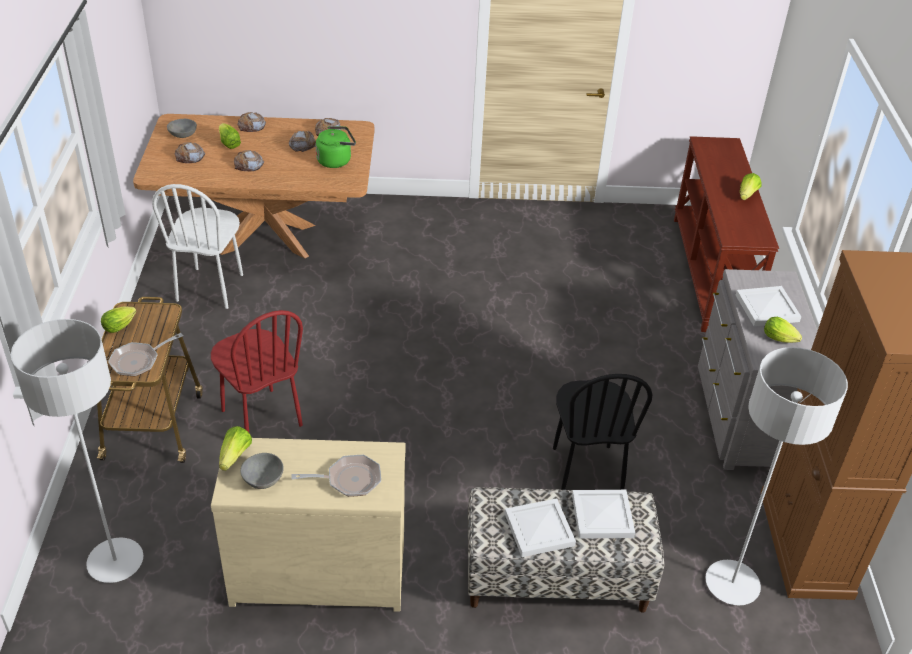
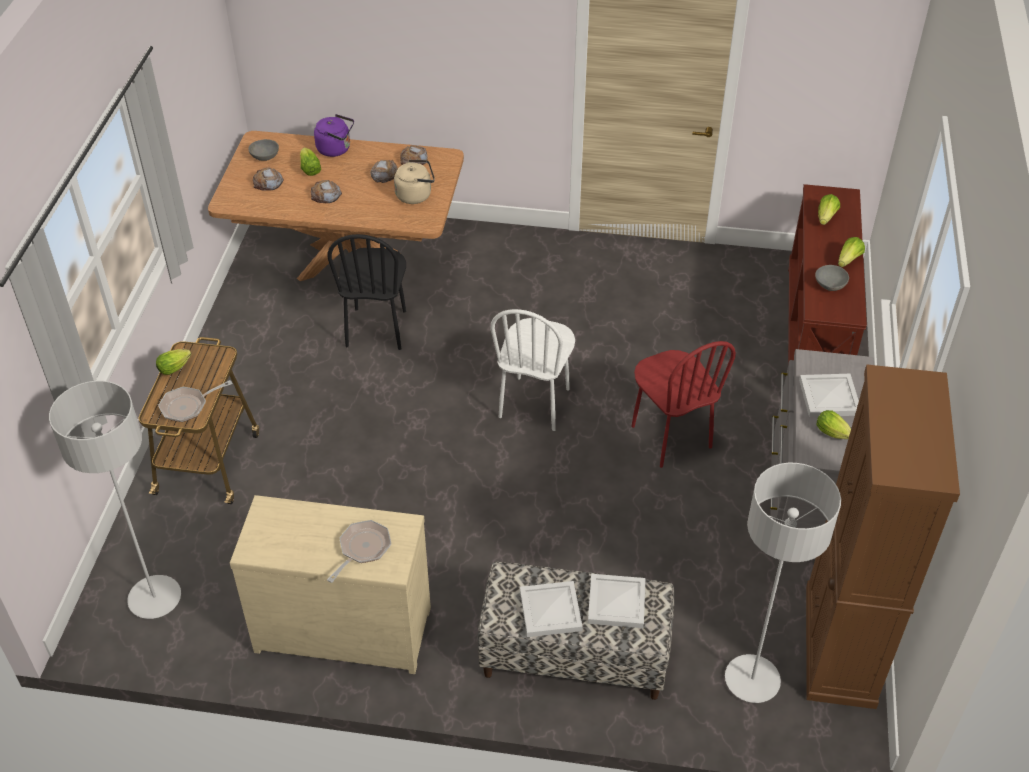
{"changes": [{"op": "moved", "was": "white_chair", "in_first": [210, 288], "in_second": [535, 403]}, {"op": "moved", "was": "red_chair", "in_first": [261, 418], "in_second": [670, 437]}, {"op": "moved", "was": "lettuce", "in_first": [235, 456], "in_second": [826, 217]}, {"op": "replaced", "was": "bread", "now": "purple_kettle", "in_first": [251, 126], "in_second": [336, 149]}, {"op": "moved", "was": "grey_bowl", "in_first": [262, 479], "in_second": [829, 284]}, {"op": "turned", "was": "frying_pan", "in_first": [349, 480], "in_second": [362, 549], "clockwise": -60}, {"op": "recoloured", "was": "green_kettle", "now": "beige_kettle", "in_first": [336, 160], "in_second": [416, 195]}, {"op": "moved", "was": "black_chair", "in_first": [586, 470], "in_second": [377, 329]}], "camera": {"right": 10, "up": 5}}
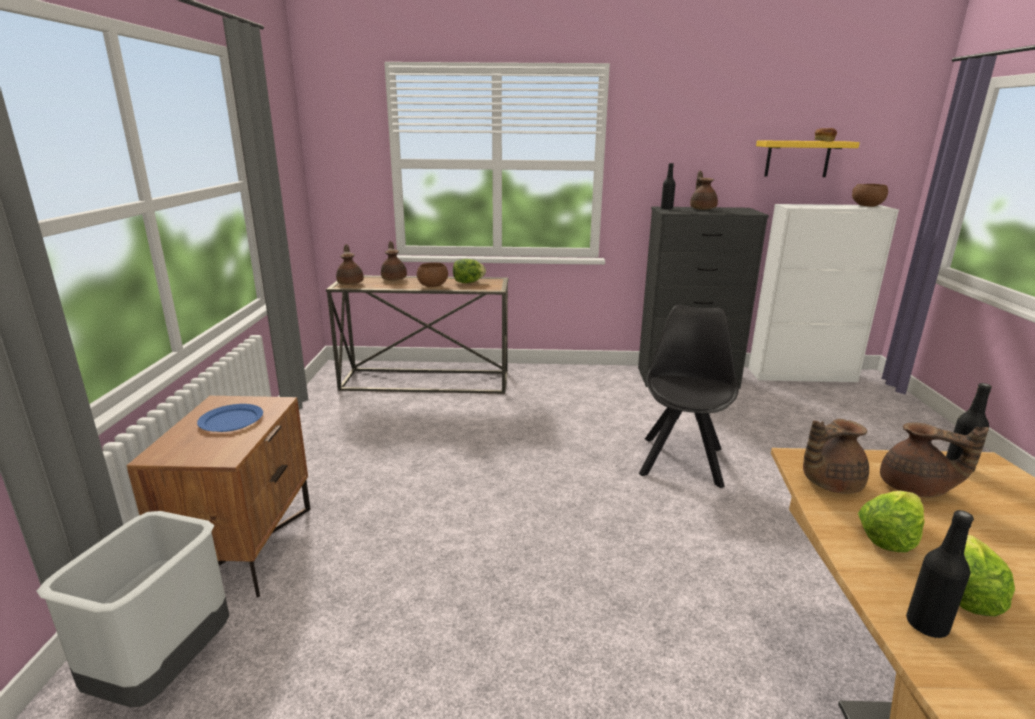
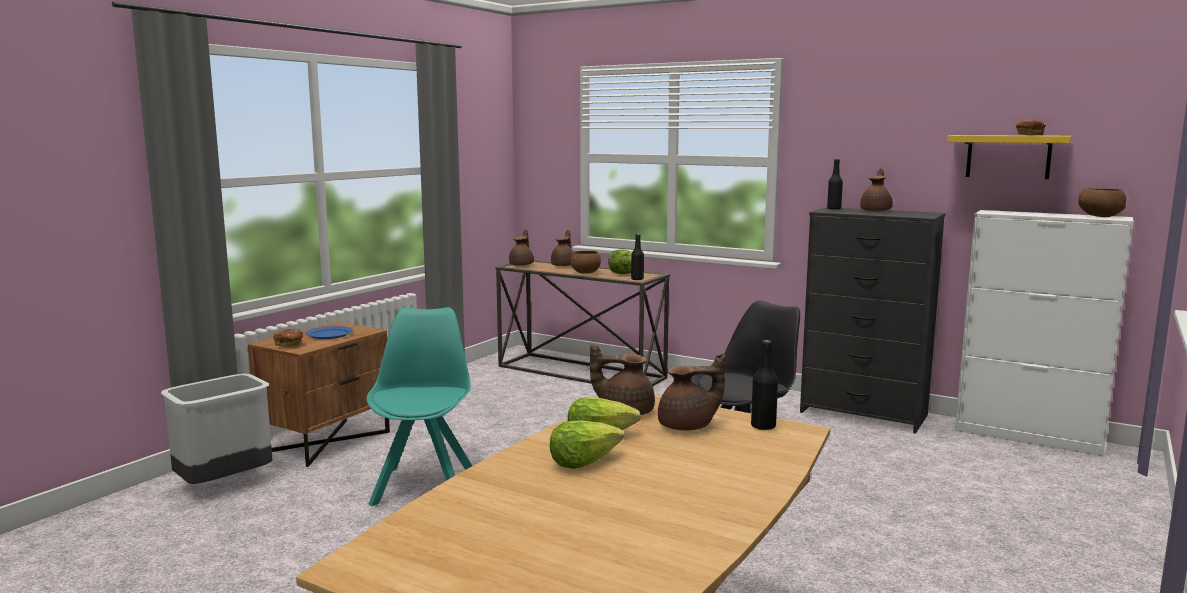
{"changes": [{"op": "turned", "was": "brown_teapot", "in_first": [915, 489], "in_second": [688, 426], "clockwise": -75}, {"op": "moved", "was": "black_bottle", "in_first": [926, 625], "in_second": [637, 279]}, {"op": "added", "now": "bread", "in_second": [289, 345]}, {"op": "added", "now": "turquoise_chair", "in_second": [425, 484]}], "camera": {"right": 30, "up": -10}}
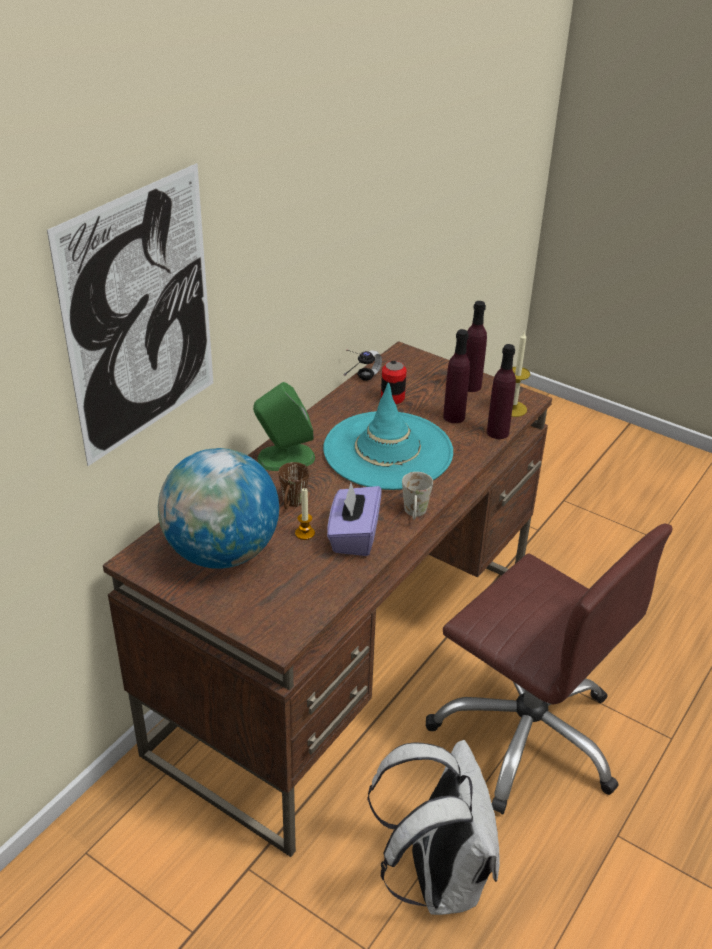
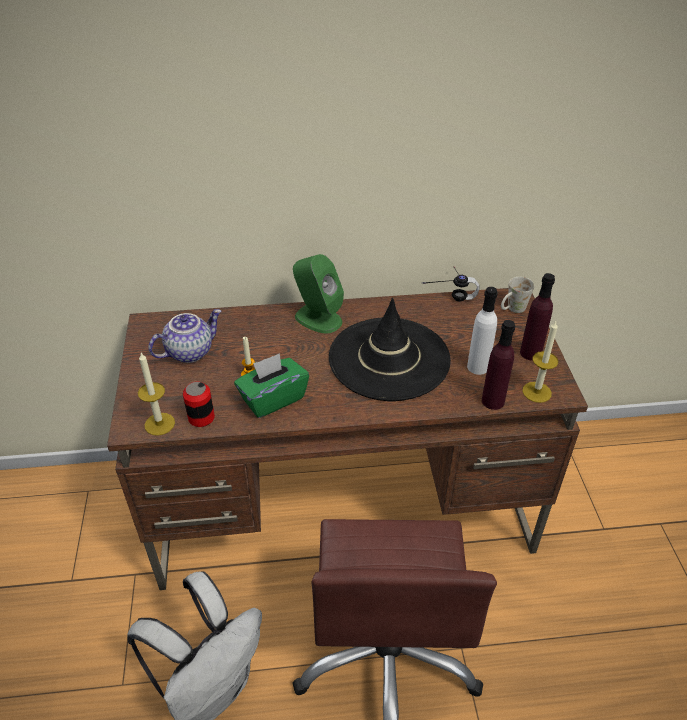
{"changes": [{"op": "removed", "was": "picture", "in_first": [141, 316]}, {"op": "replaced", "was": "globe", "now": "teapot", "in_first": [222, 553], "in_second": [189, 351]}, {"op": "removed", "was": "brown_mug", "in_first": [292, 504]}, {"op": "recoloured", "was": "turquoise_hat", "now": "black_hat", "in_first": [388, 451], "in_second": [389, 359]}, {"op": "recoloured", "was": "purple_tissue_box", "now": "green_tissue_box", "in_first": [353, 536], "in_second": [273, 398]}, {"op": "moved", "was": "can", "in_first": [392, 398], "in_second": [201, 418]}, {"op": "moved", "was": "white_mug", "in_first": [415, 514], "in_second": [512, 310]}, {"op": "recoloured", "was": "purple_bottle", "now": "white_bottle", "in_first": [454, 417], "in_second": [478, 367]}, {"op": "added", "now": "candle", "in_second": [159, 424]}], "camera": {"right": 50, "up": 5}}
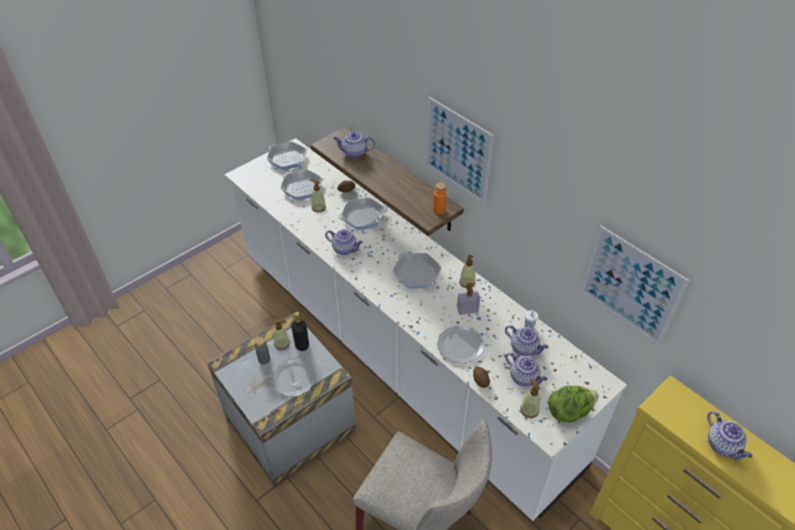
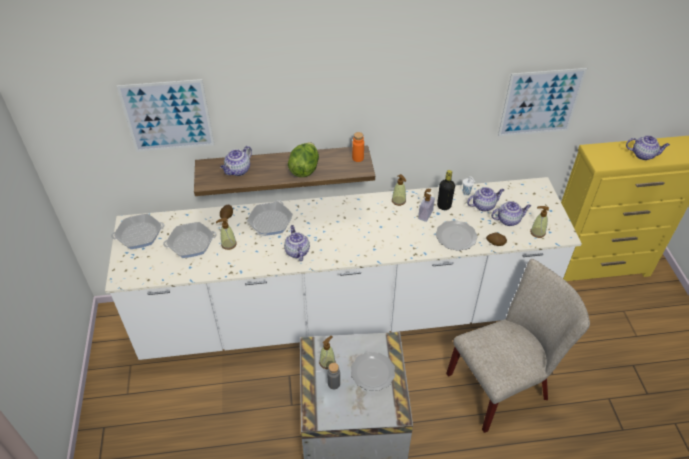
{"changes": [{"op": "moved", "was": "black_bottle", "in_first": [302, 345], "in_second": [444, 206]}, {"op": "turned", "was": "teapot", "in_first": [345, 249], "in_second": [297, 251], "clockwise": -75}, {"op": "removed", "was": "frying_pan", "in_first": [416, 274]}, {"op": "moved", "was": "picture", "in_first": [457, 151], "in_second": [168, 116]}, {"op": "moved", "was": "lettuce", "in_first": [569, 411], "in_second": [304, 169]}], "camera": {"right": -55, "up": 0}}
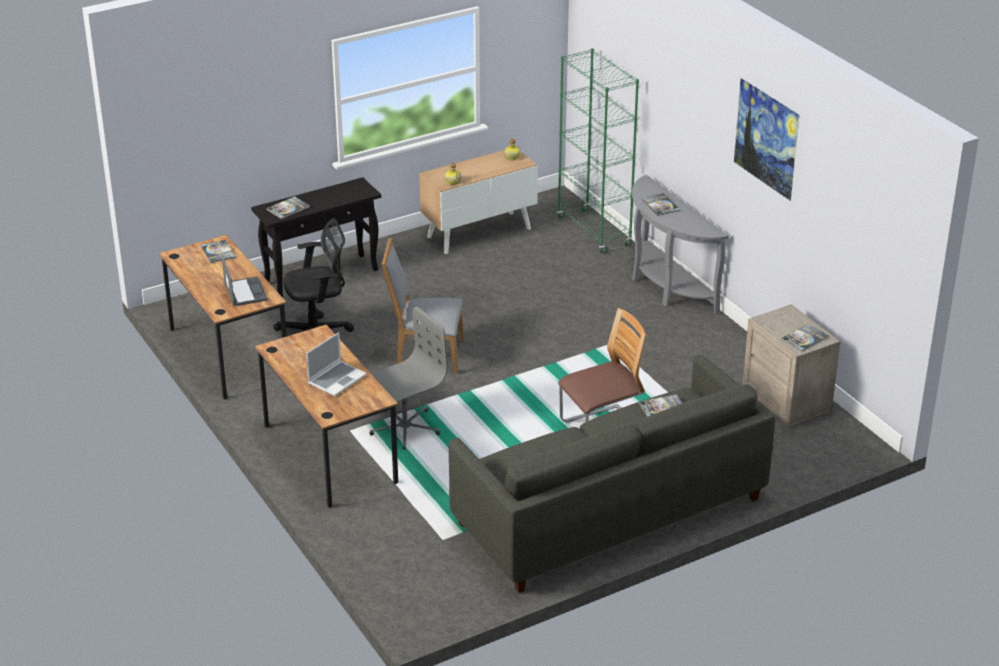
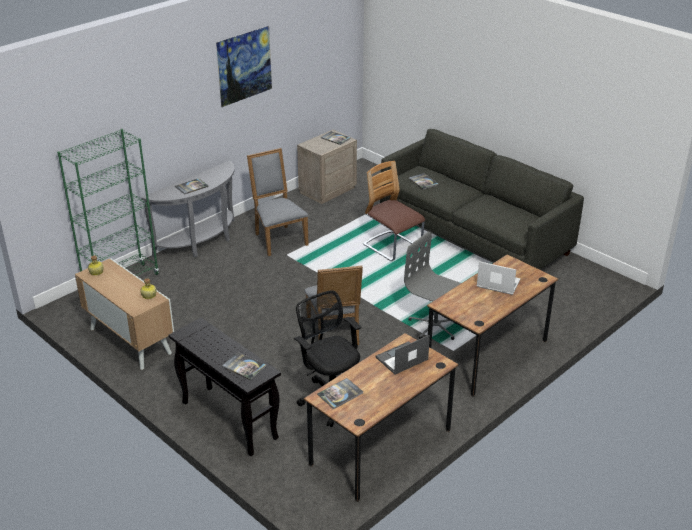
{"changes": [{"op": "added", "now": "grey_chair", "in_second": [278, 238]}], "camera": {"right": -105, "up": 0}}
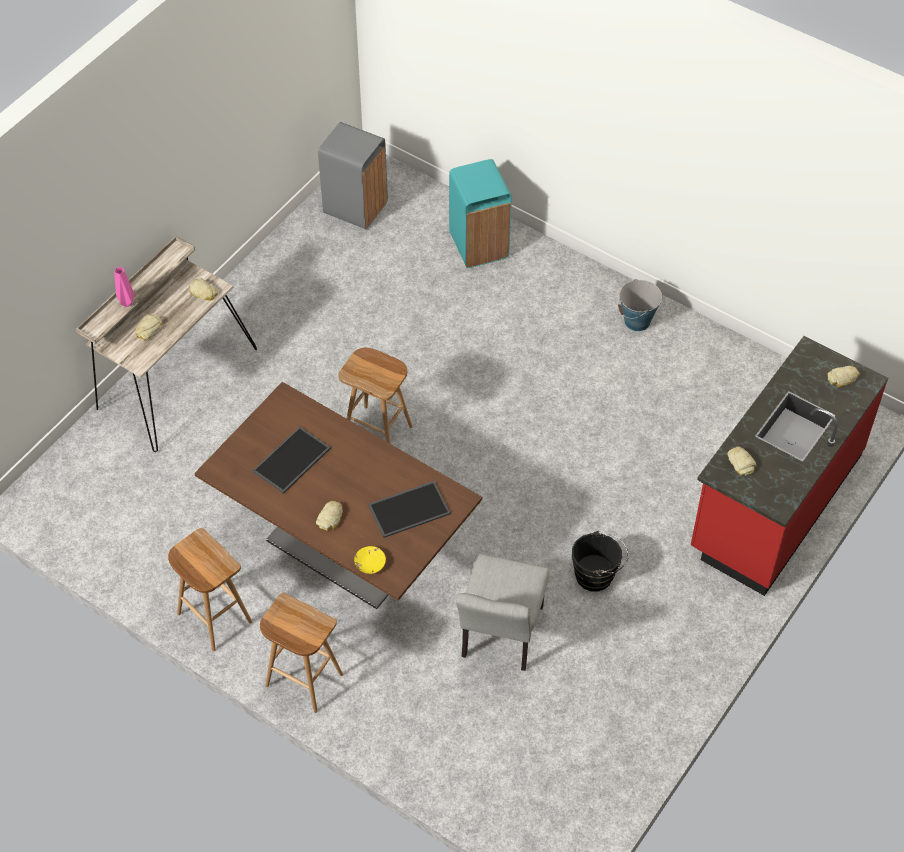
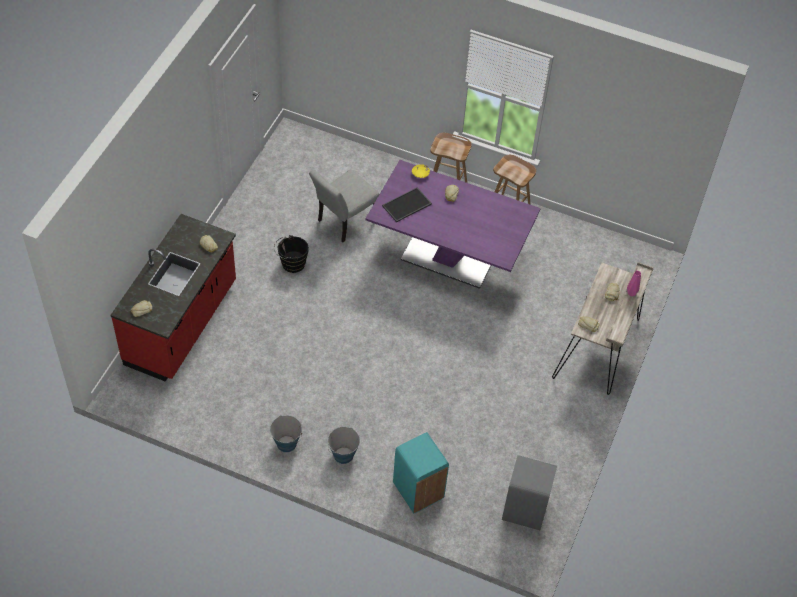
{"changes": [{"op": "recoloured", "was": "brown_dining_table", "now": "purple_dining_table", "in_first": [343, 548], "in_second": [448, 257]}, {"op": "removed", "was": "tray", "in_first": [292, 461]}, {"op": "removed", "was": "brown_stool", "in_first": [379, 432]}, {"op": "turned", "was": "grey_chair", "in_first": [499, 638], "in_second": [343, 222], "clockwise": -135}, {"op": "added", "now": "bucket", "in_second": [343, 455]}], "camera": {"right": 165, "up": 0}}
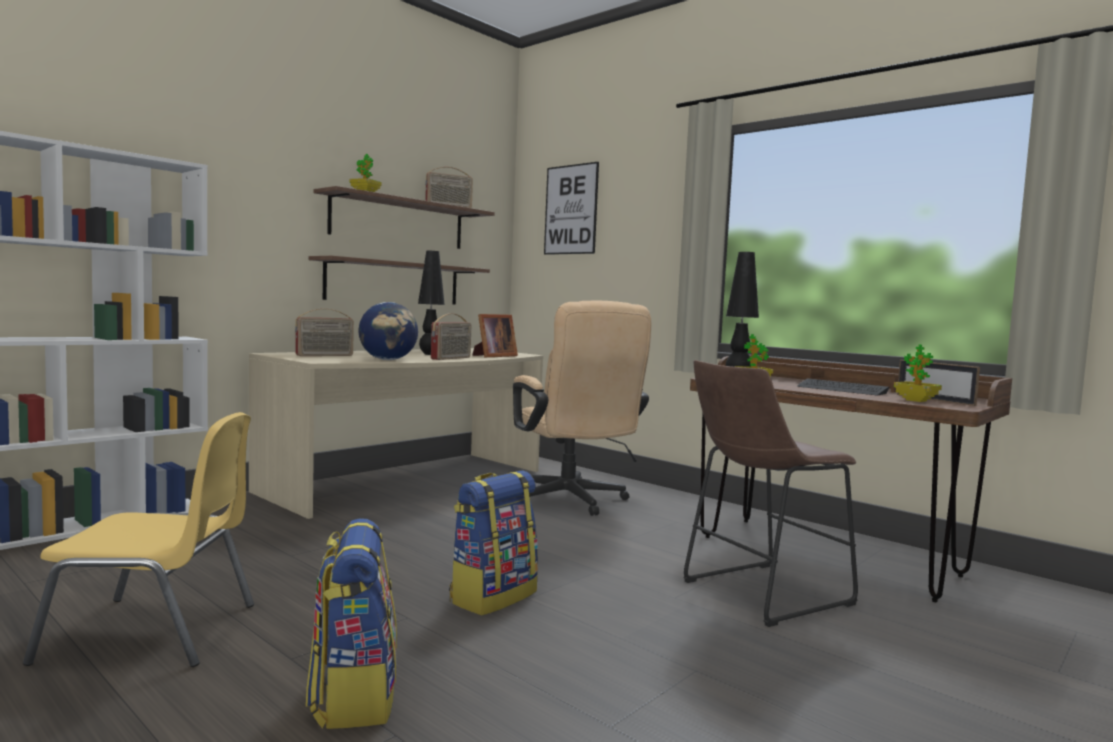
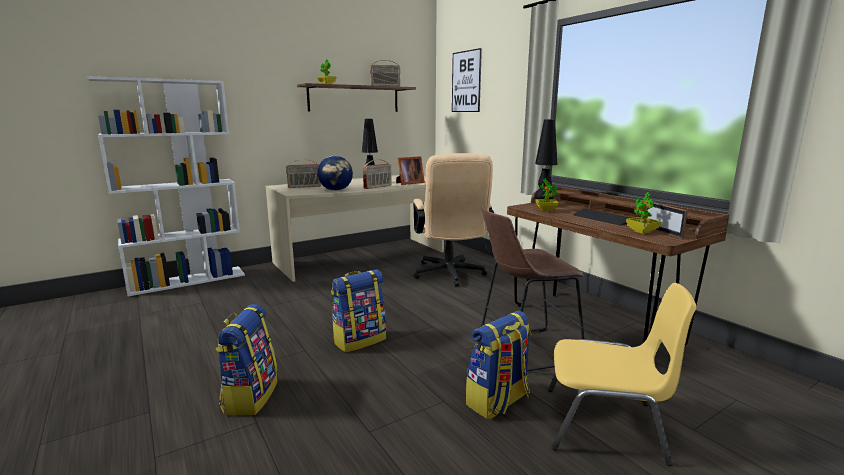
{"changes": [{"op": "moved", "was": "yellow_chair", "in_first": [154, 632], "in_second": [605, 425]}, {"op": "removed", "was": "shelf", "in_first": [394, 282]}, {"op": "added", "now": "backpack", "in_second": [498, 402]}], "camera": {"right": 15, "up": 10}}
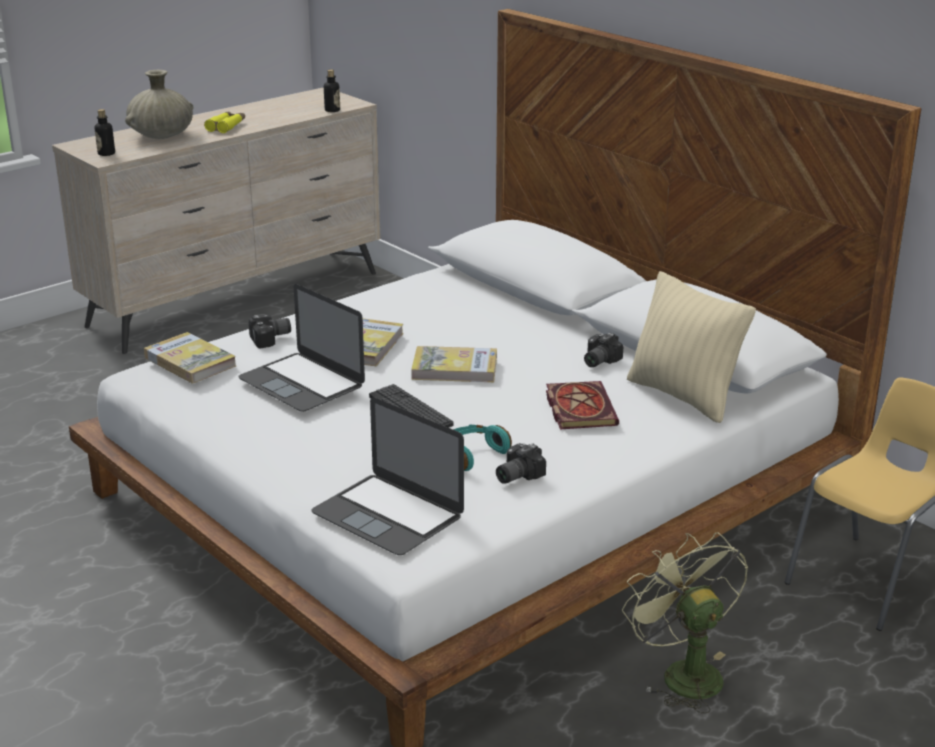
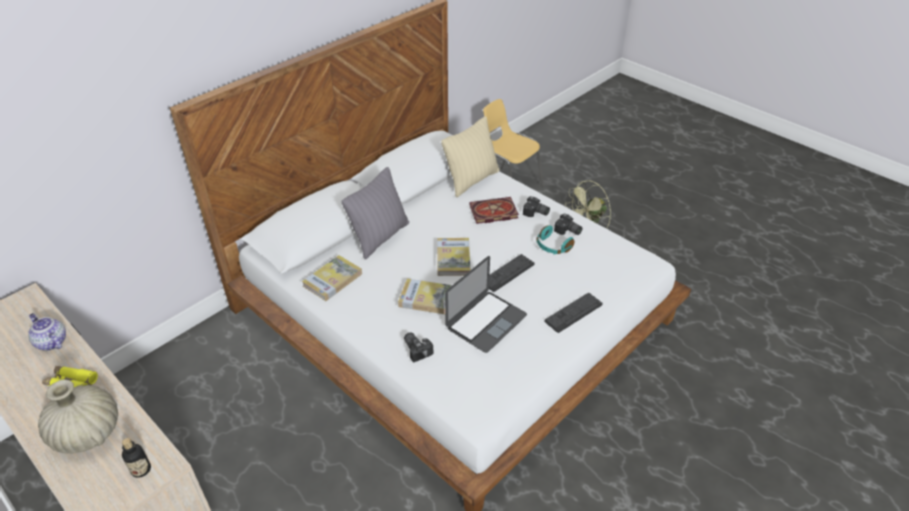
{"changes": [{"op": "moved", "was": "book", "in_first": [190, 362], "in_second": [332, 280]}, {"op": "removed", "was": "laptop", "in_first": [388, 514]}, {"op": "removed", "was": "bottle", "in_first": [332, 110]}, {"op": "moved", "was": "photo_camera", "in_first": [597, 361], "in_second": [536, 213]}, {"op": "added", "now": "teapot", "in_second": [51, 342]}, {"op": "added", "now": "grey_pillow", "in_second": [380, 237]}, {"op": "added", "now": "keyboard", "in_second": [573, 313]}], "camera": {"right": -95, "up": 15}}
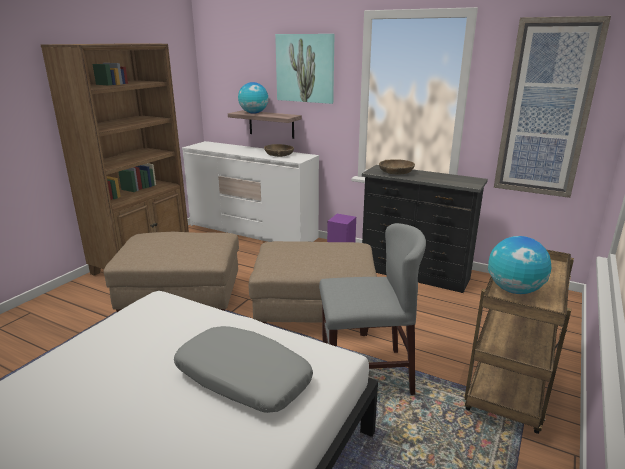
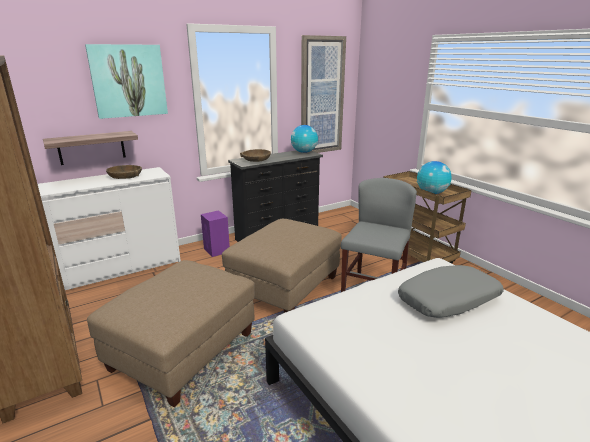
{"changes": [{"op": "moved", "was": "globe", "in_first": [254, 113], "in_second": [304, 152]}], "camera": {"right": -60, "up": 0}}
